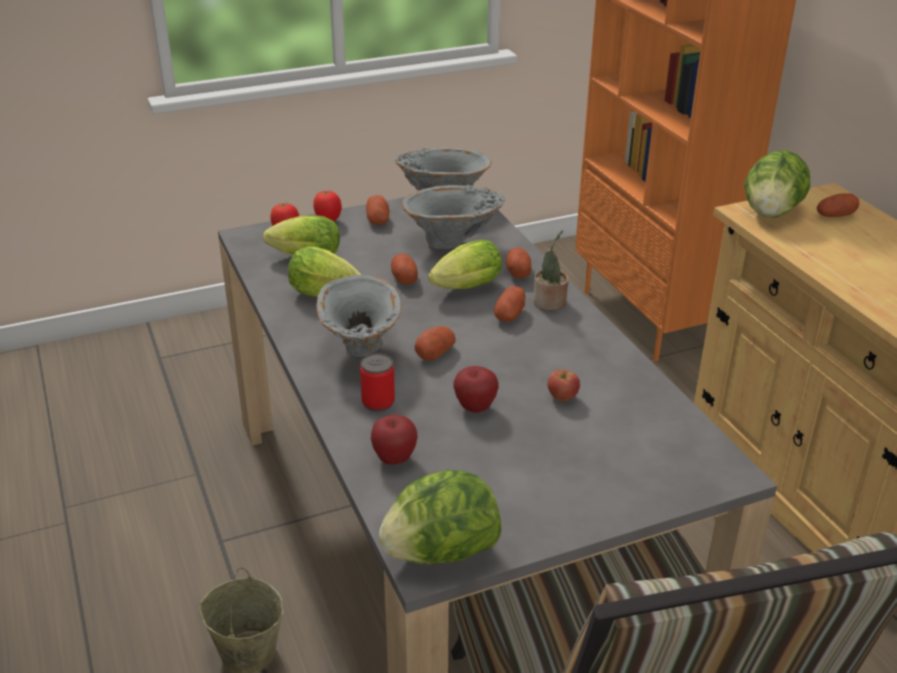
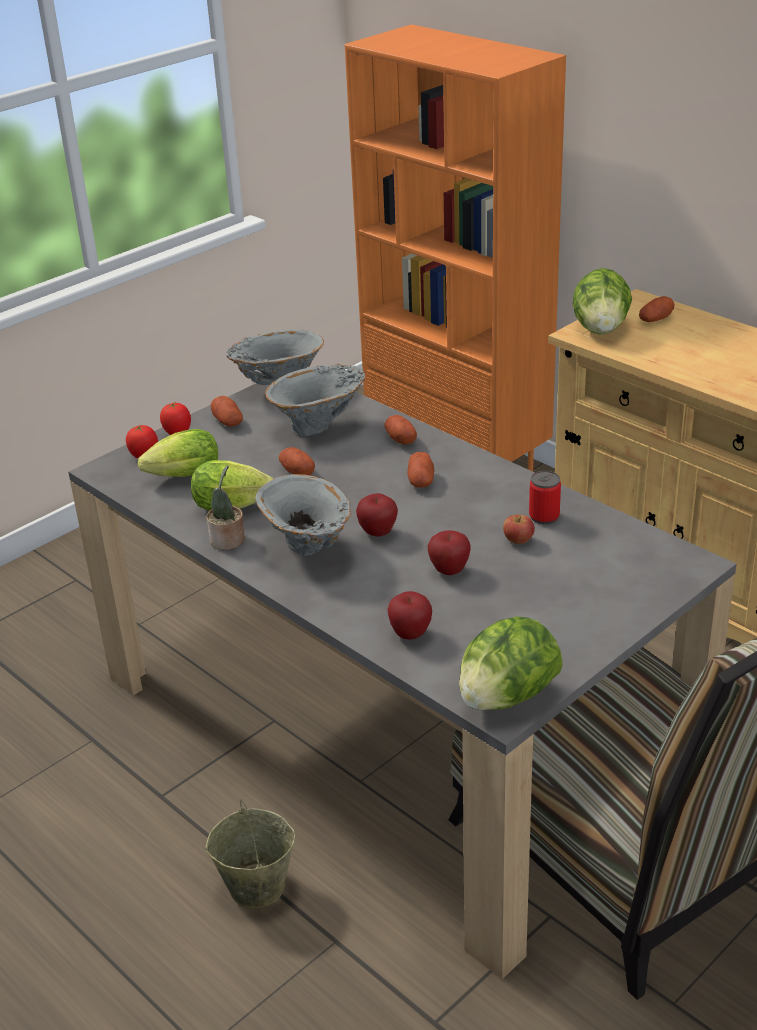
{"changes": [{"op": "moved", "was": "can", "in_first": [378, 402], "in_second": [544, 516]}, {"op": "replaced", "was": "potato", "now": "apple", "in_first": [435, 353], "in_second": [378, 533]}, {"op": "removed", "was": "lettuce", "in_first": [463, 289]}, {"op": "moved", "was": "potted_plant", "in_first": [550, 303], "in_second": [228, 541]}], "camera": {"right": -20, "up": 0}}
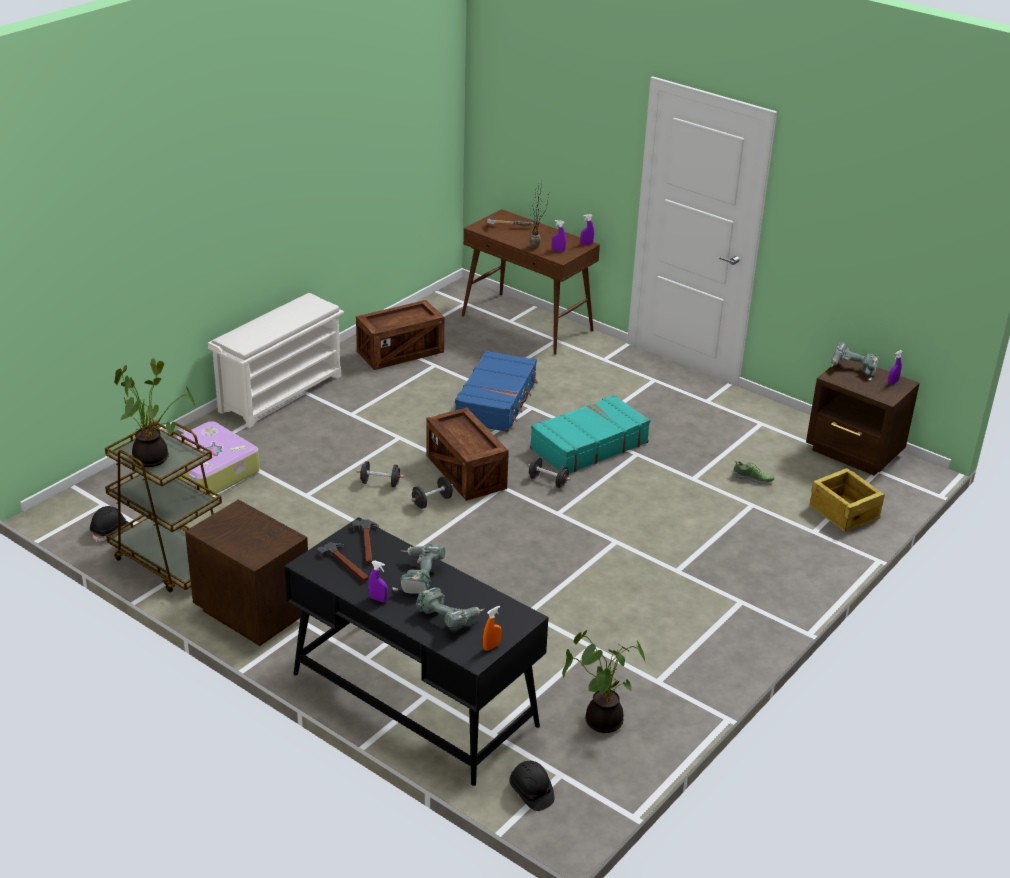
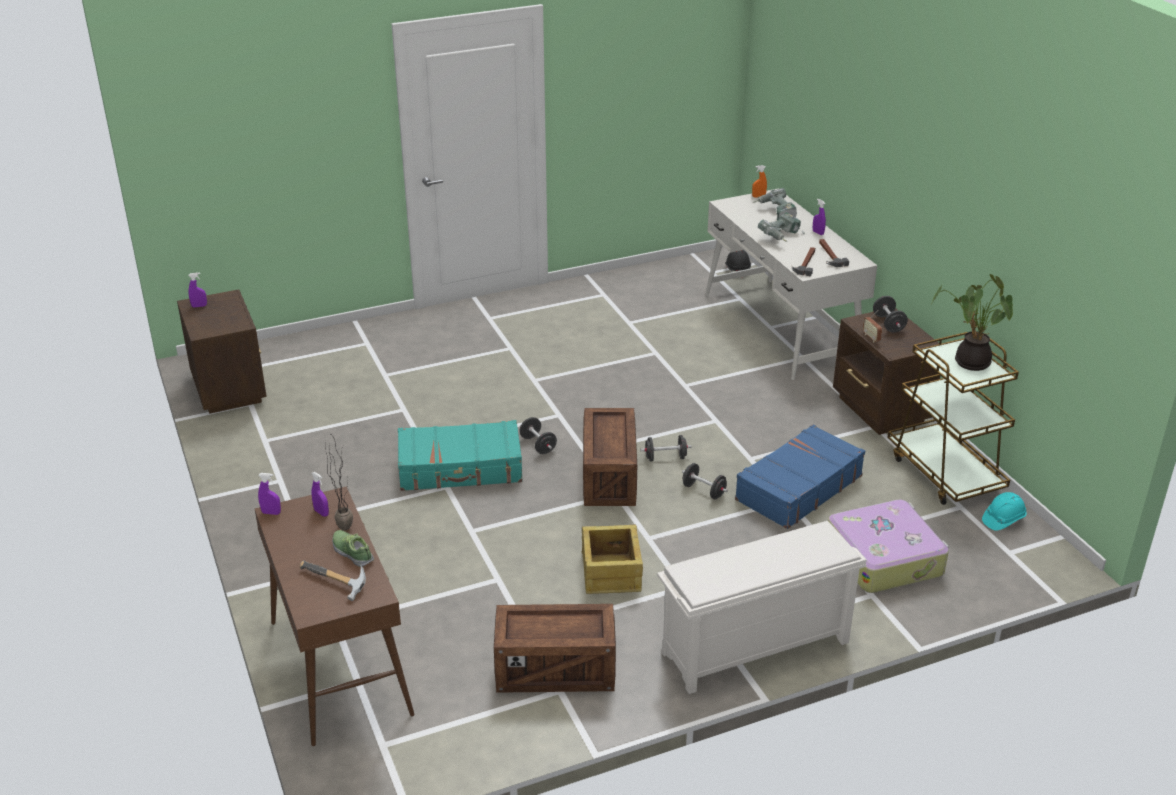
{"changes": [{"op": "recoloured", "was": "black_hard_hat", "now": "turquoise_hard_hat", "in_first": [110, 531], "in_second": [1003, 519]}, {"op": "recoloured", "was": "black_desk", "now": "white_desk", "in_first": [414, 698], "in_second": [780, 327]}, {"op": "moved", "was": "blue_suitcase", "in_first": [497, 402], "in_second": [797, 488]}, {"op": "removed", "was": "potted_plant", "in_first": [600, 719]}, {"op": "moved", "was": "shoe", "in_first": [753, 478], "in_second": [352, 552]}, {"op": "moved", "was": "crate", "in_first": [844, 511], "in_second": [610, 573]}, {"op": "removed", "was": "power_drill", "in_first": [852, 370]}, {"op": "added", "now": "radio", "in_second": [871, 338]}, {"op": "added", "now": "black_dumbbell", "in_second": [888, 324]}], "camera": {"right": -150, "up": 0}}
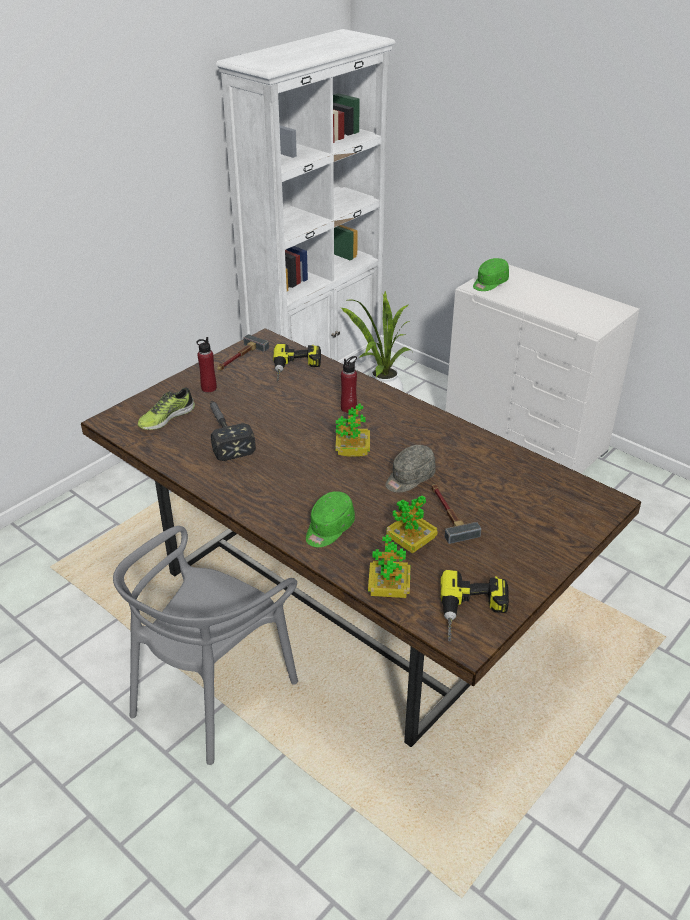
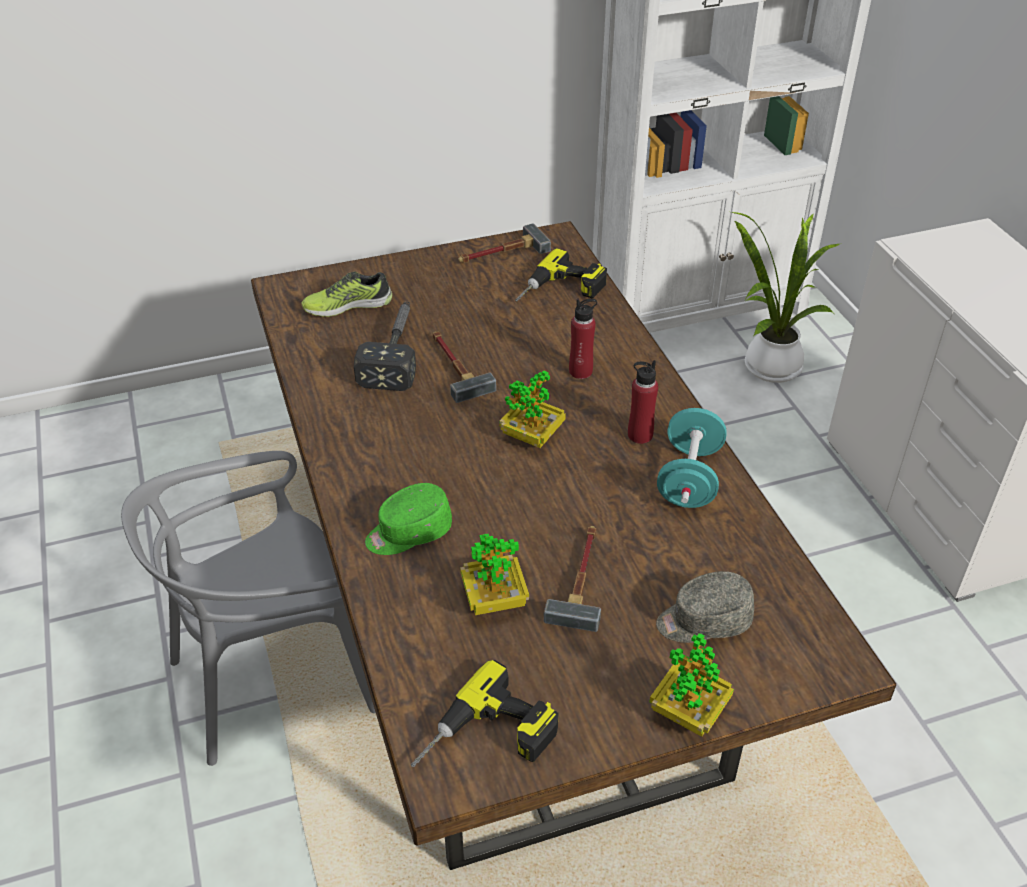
{"changes": [{"op": "moved", "was": "red_bottle", "in_first": [208, 388], "in_second": [640, 435]}, {"op": "moved", "was": "potted_plant", "in_first": [388, 590], "in_second": [688, 711]}, {"op": "moved", "was": "grey_cap", "in_first": [409, 478], "in_second": [703, 621]}, {"op": "removed", "was": "green_cap", "in_first": [489, 283]}, {"op": "added", "now": "hammer", "in_second": [455, 367]}, {"op": "added", "now": "turquoise_dumbbell", "in_second": [689, 478]}], "camera": {"right": 30, "up": 5}}
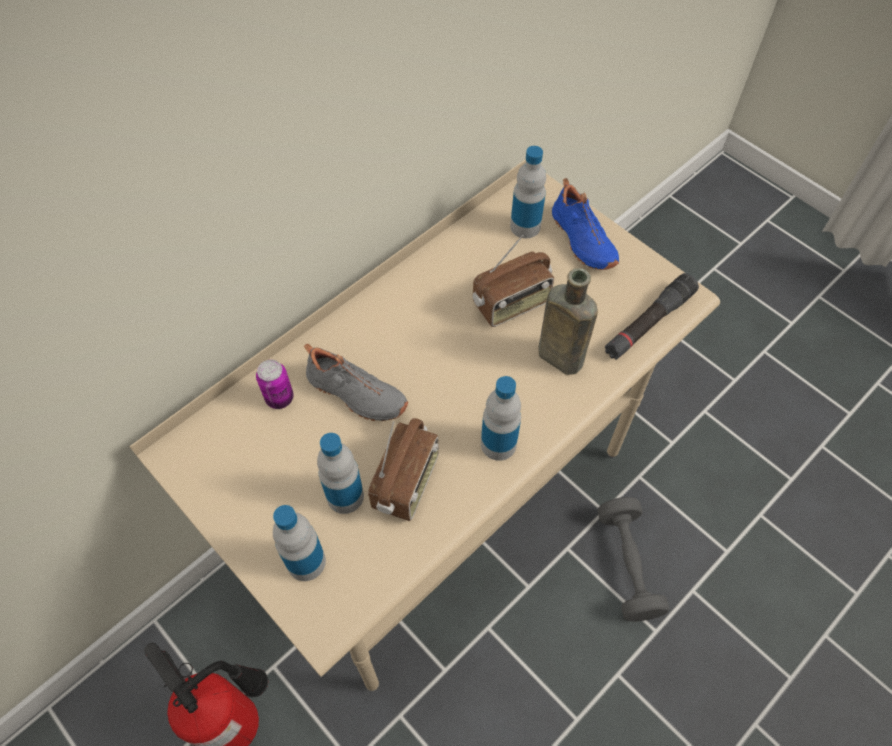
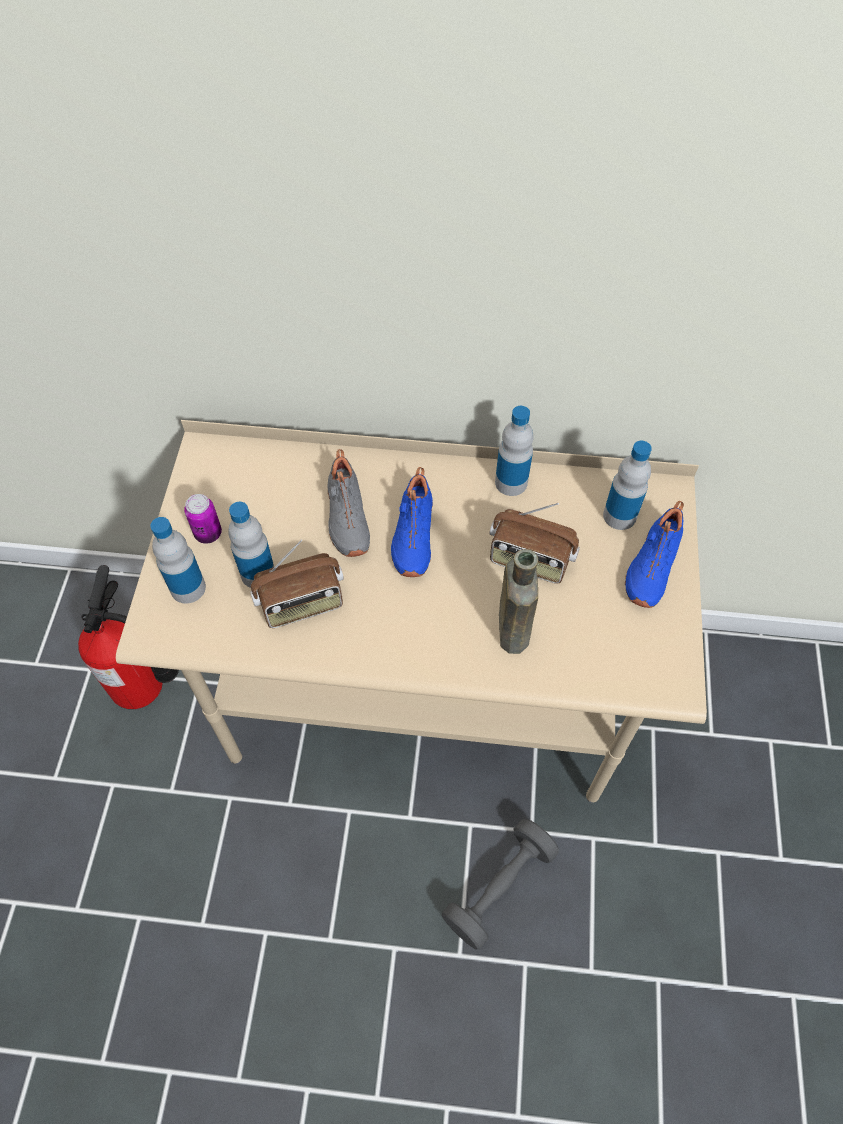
{"changes": [{"op": "moved", "was": "can", "in_first": [279, 398], "in_second": [208, 534]}, {"op": "moved", "was": "bottle", "in_first": [498, 444], "in_second": [511, 482]}, {"op": "removed", "was": "black_flashlight", "in_first": [648, 323]}, {"op": "added", "now": "blue_shoe", "in_second": [411, 536]}], "camera": {"right": 50, "up": 0}}
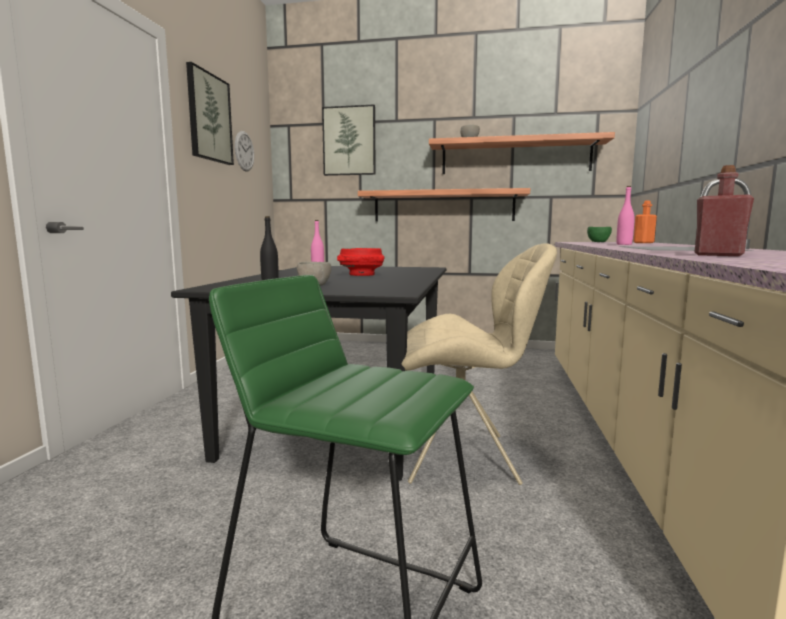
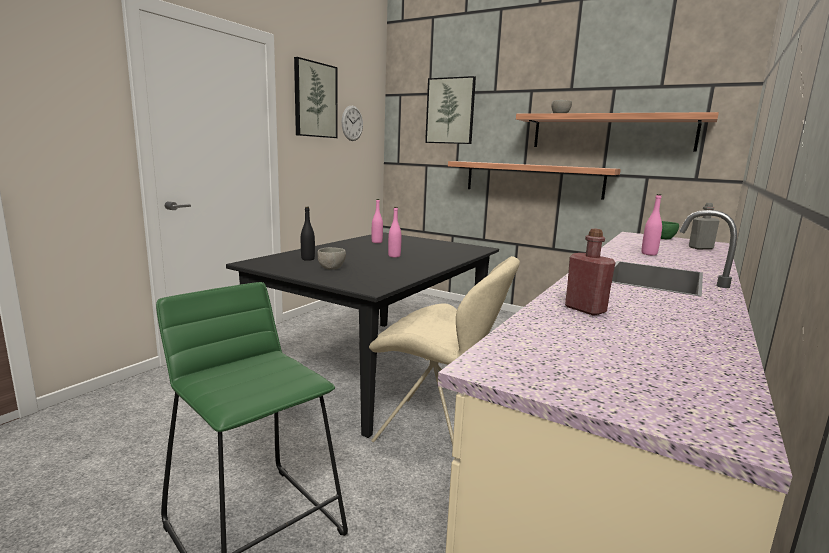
{"changes": [{"op": "replaced", "was": "red_bowl", "now": "pink_bottle", "in_first": [361, 275], "in_second": [394, 256]}, {"op": "recoloured", "was": "orange_bottle", "now": "grey_bottle", "in_first": [643, 243], "in_second": [700, 248]}], "camera": {"right": 20, "up": 5}}
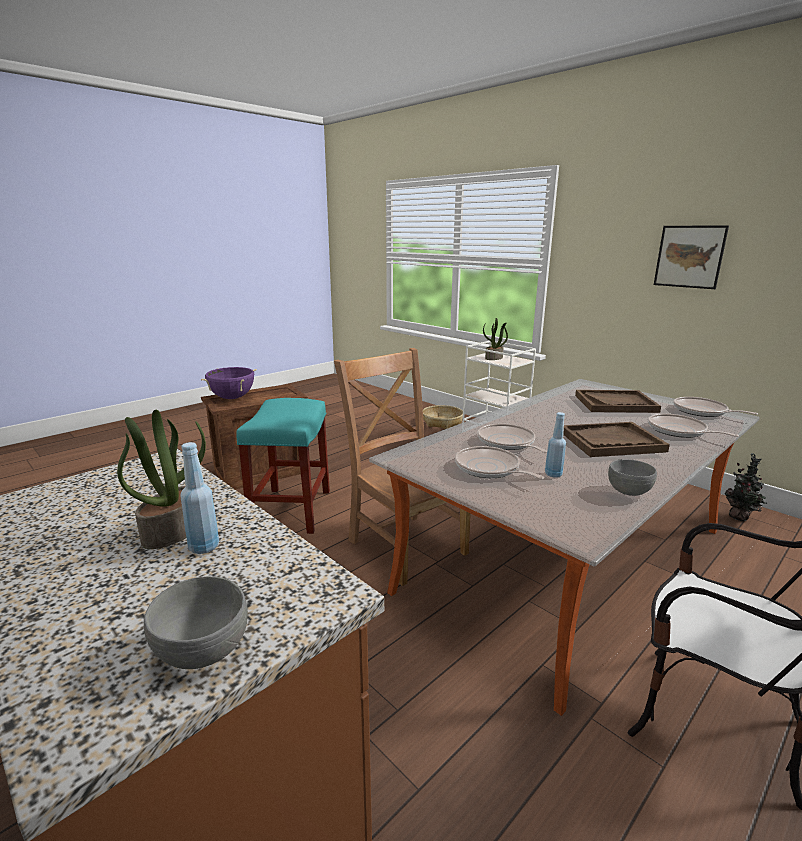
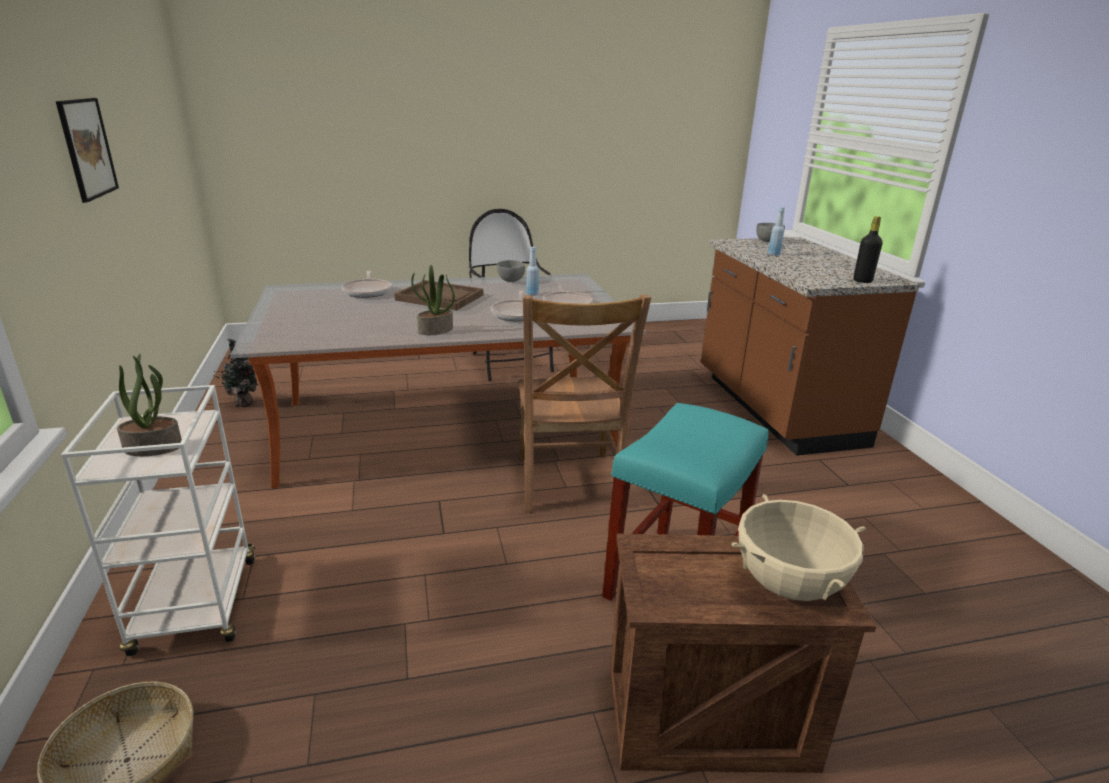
{"changes": [{"op": "moved", "was": "potted_plant", "in_first": [174, 530], "in_second": [435, 330]}, {"op": "recoloured", "was": "purple_cooking_pot", "now": "beige_cooking_pot", "in_first": [232, 398], "in_second": [788, 585]}, {"op": "removed", "was": "brown_tray", "in_first": [615, 403]}, {"op": "removed", "was": "frying_pan", "in_first": [702, 411]}, {"op": "added", "now": "black_bottle", "in_second": [862, 281]}], "camera": {"right": -150, "up": 5}}
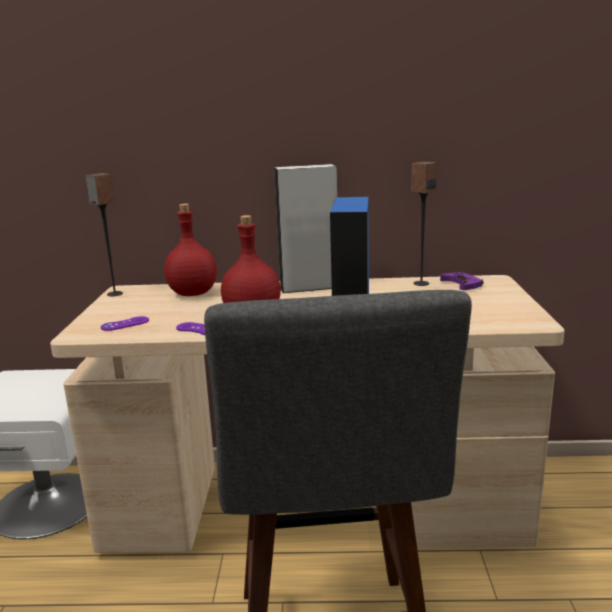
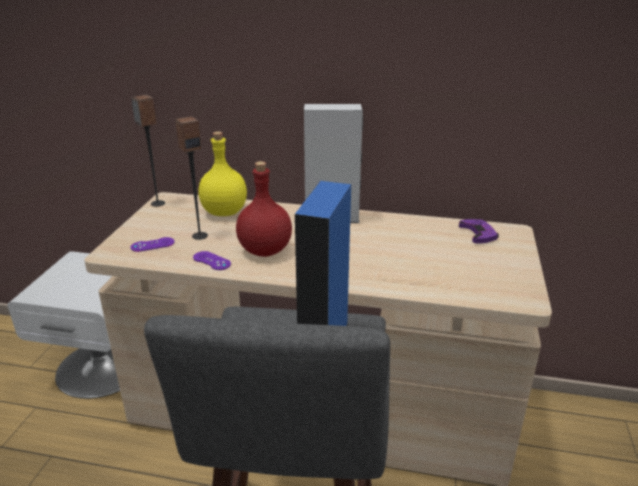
{"changes": [{"op": "recoloured", "was": "red_bottle", "now": "yellow_bottle", "in_first": [192, 294], "in_second": [224, 212]}, {"op": "moved", "was": "speaker", "in_first": [421, 283], "in_second": [199, 236]}], "camera": {"right": 10, "up": 10}}
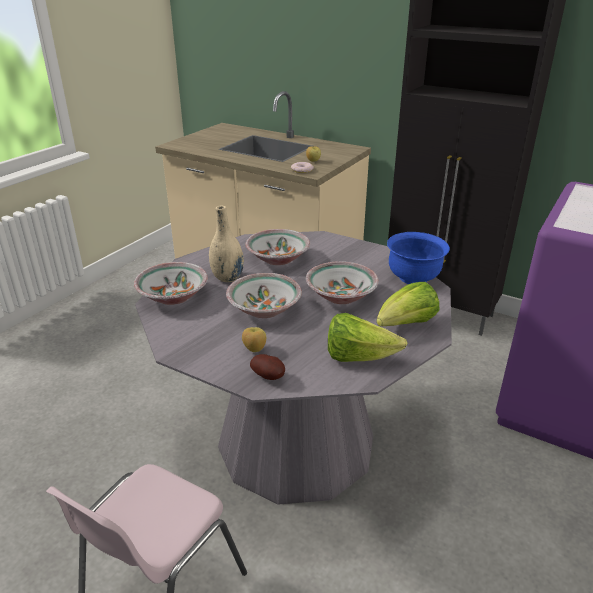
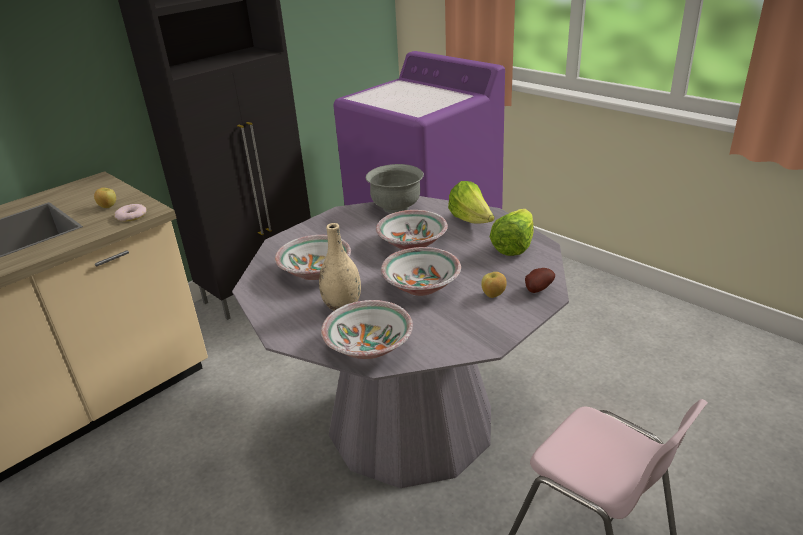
{"changes": [{"op": "recoloured", "was": "blue_bowl", "now": "grey_bowl", "in_first": [413, 278], "in_second": [396, 207]}], "camera": {"right": -75, "up": 0}}
